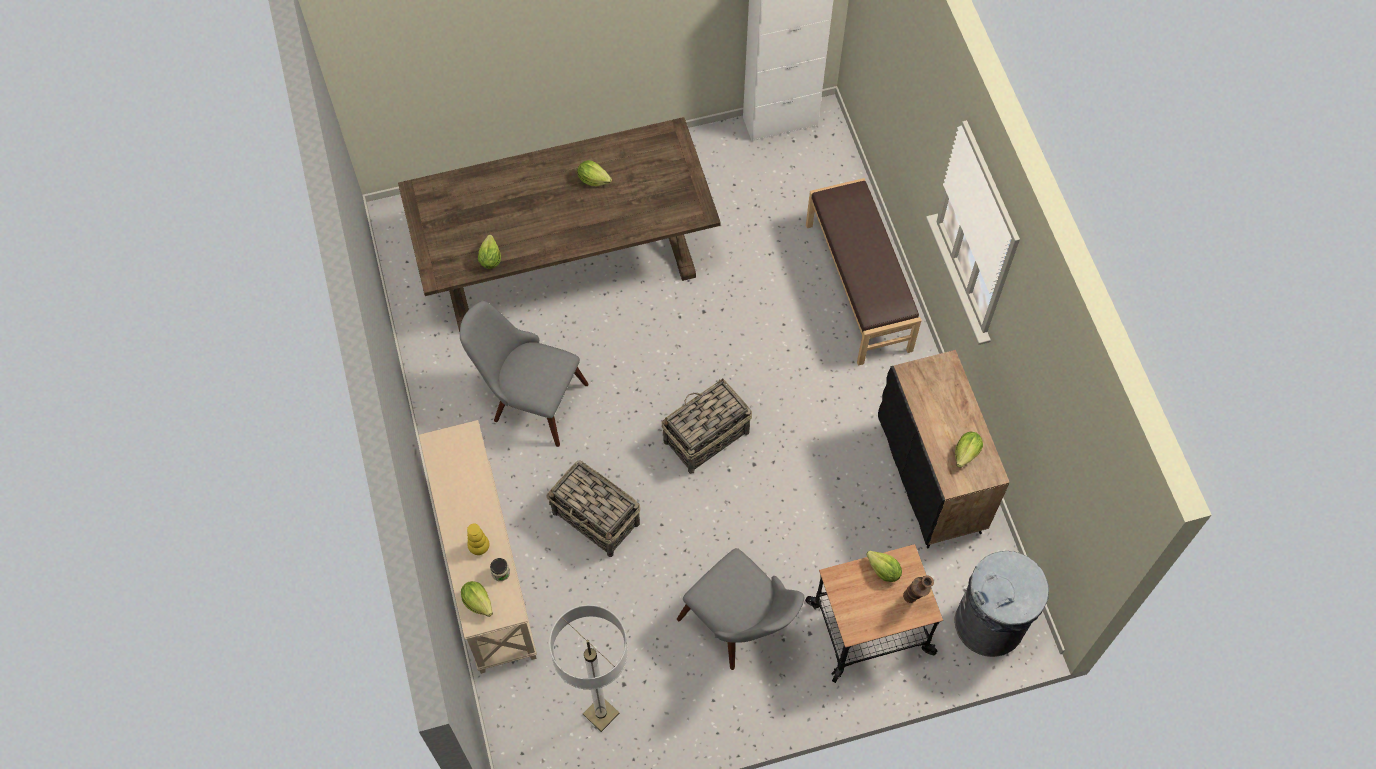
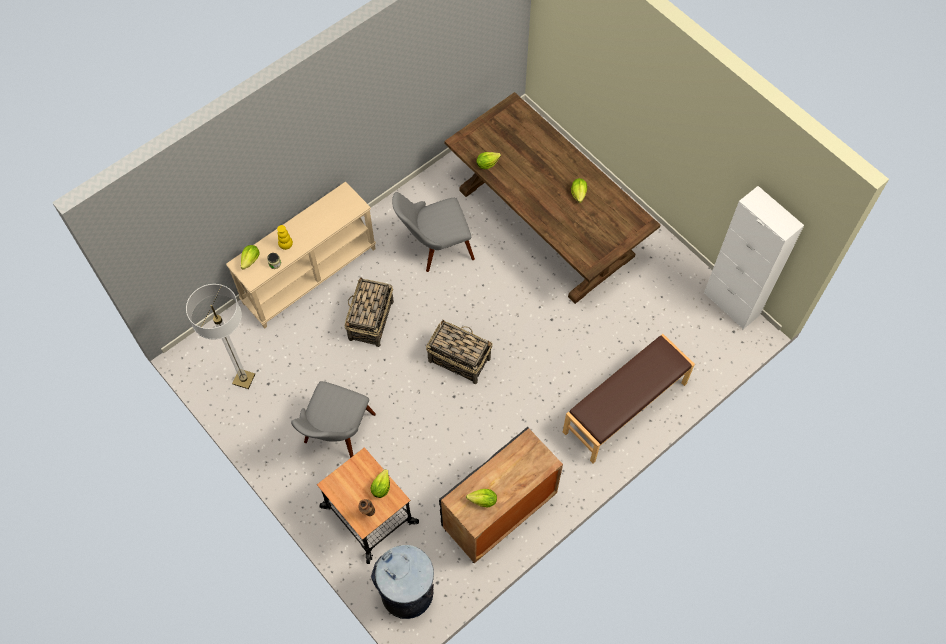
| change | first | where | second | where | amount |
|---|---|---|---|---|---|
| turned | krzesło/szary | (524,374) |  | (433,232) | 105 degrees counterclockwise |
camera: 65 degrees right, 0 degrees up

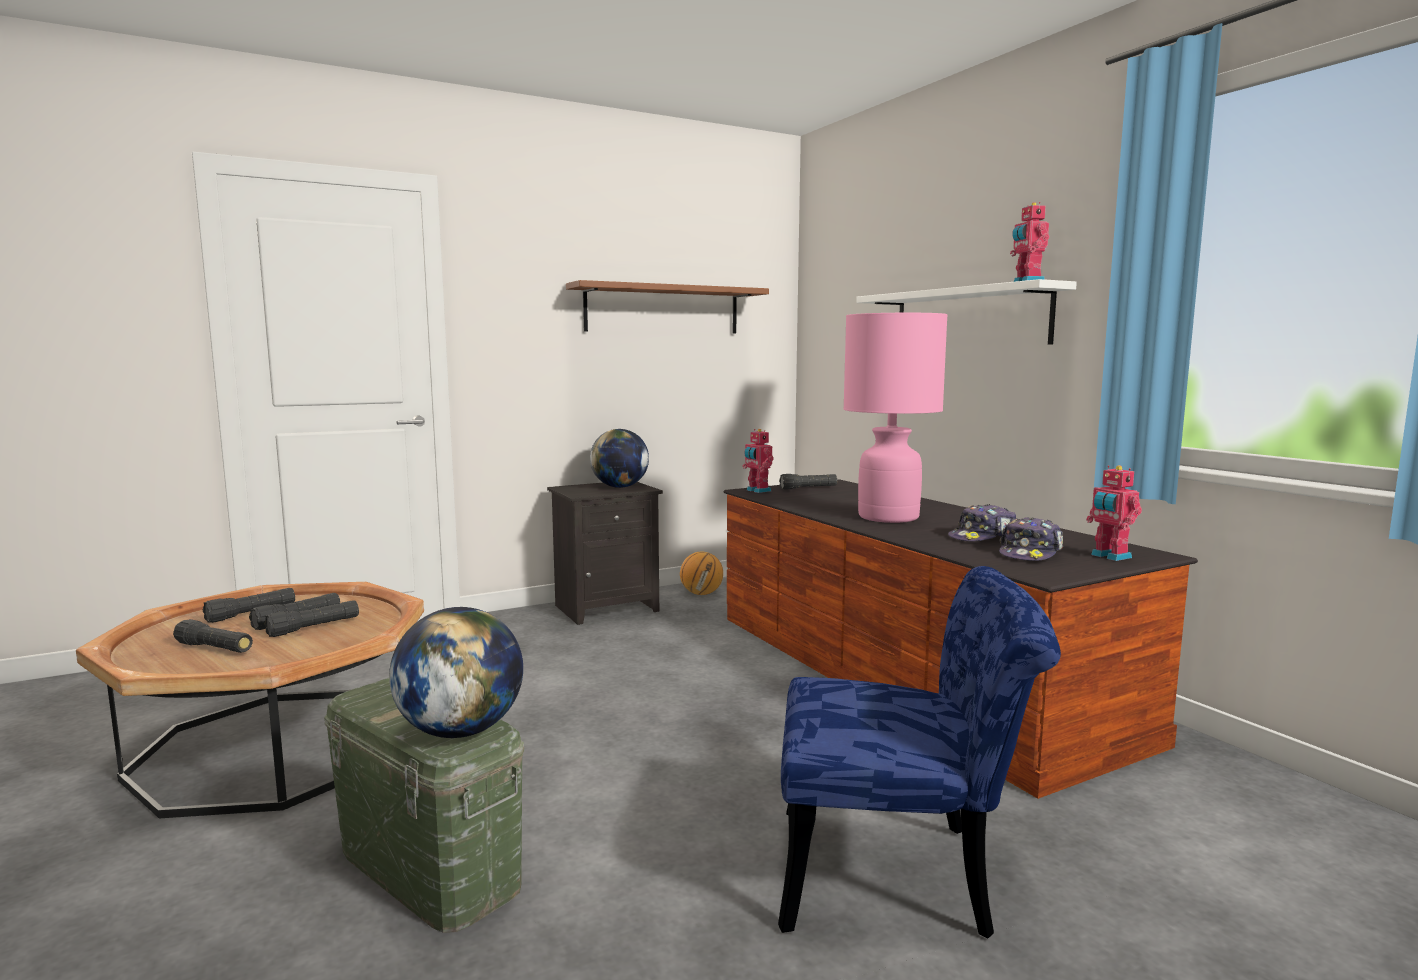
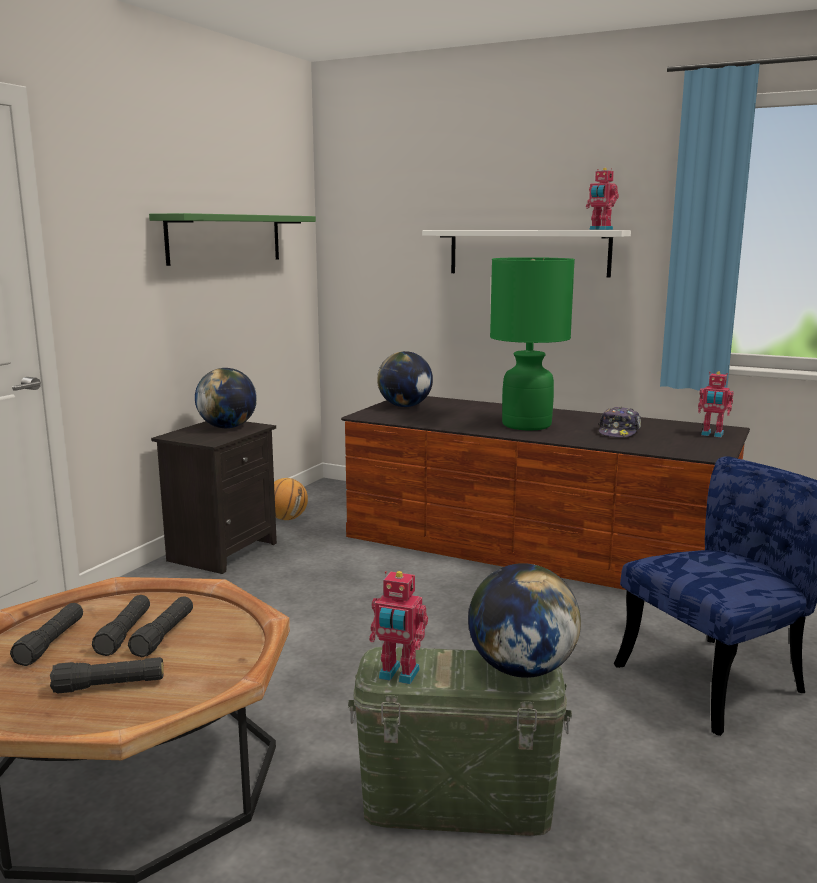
| change | first | where | second | where | amount |
|---|---|---|---|---|---|
| recoloured | półka/brązowy | (667,306) | półka/zielony | (232,239) |  |
| moved | robot zabawkowy | (758,461) |  | (398,627) |  |
| replaced | latarka/czarny | (808,482) | globus | (405,379) |  |
| recoloured | lampa stołowa/różowy | (895,418) | lampa stołowa/zielony | (532,343) |  |
| removed | czapka z daszkiem | (1031,539) |  |  |  |
camera: 35 degrees left, 5 degrees up

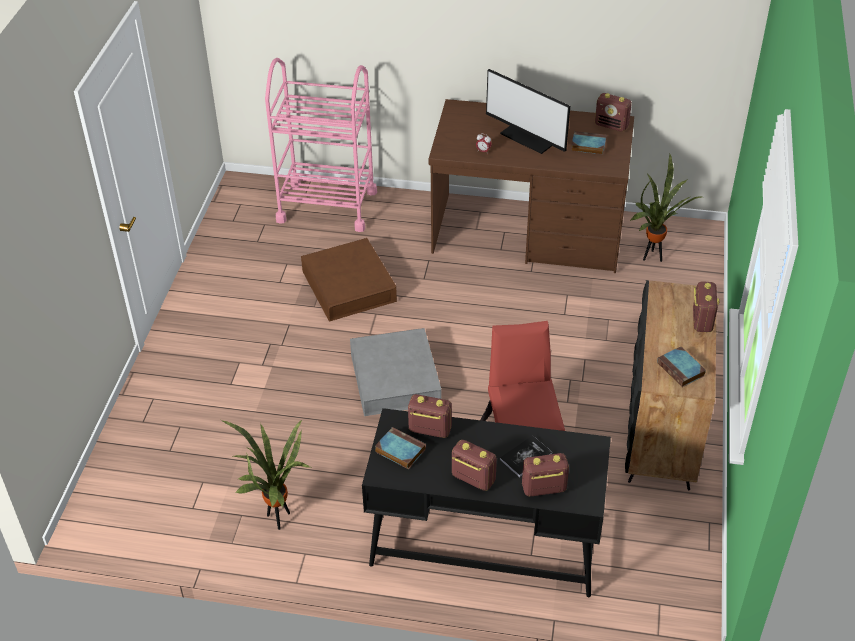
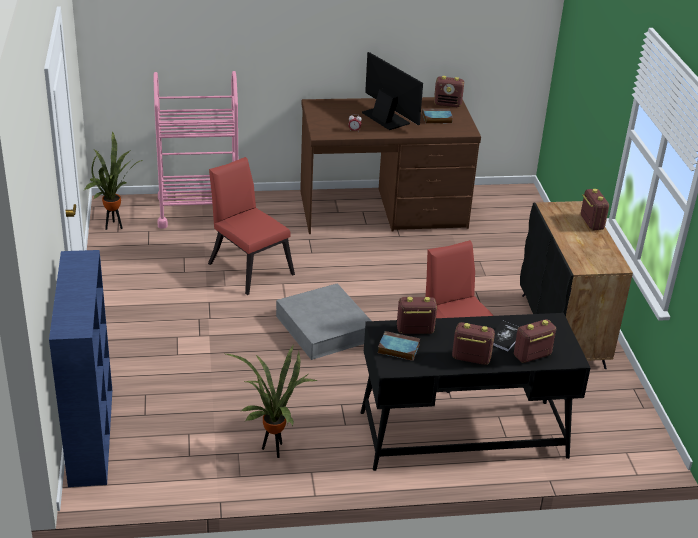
| change | first | where | second | where | amount |
|---|---|---|---|---|---|
| replaced | pojemnik do przechowywania/brązowy | (349,280) | krzesło/czerwony | (251,226) |  |
| turned | monitor | (528,111) |  | (392,91) | 150 degrees counterclockwise |
| moved | roślina doniczkowa | (665,208) |  | (114,180) |  |
| removed | książka | (681,367) |  |  |  |
| added |  |  | regał/niebieski | (80,368) |  |
camera: 20 degrees left, 10 degrees down

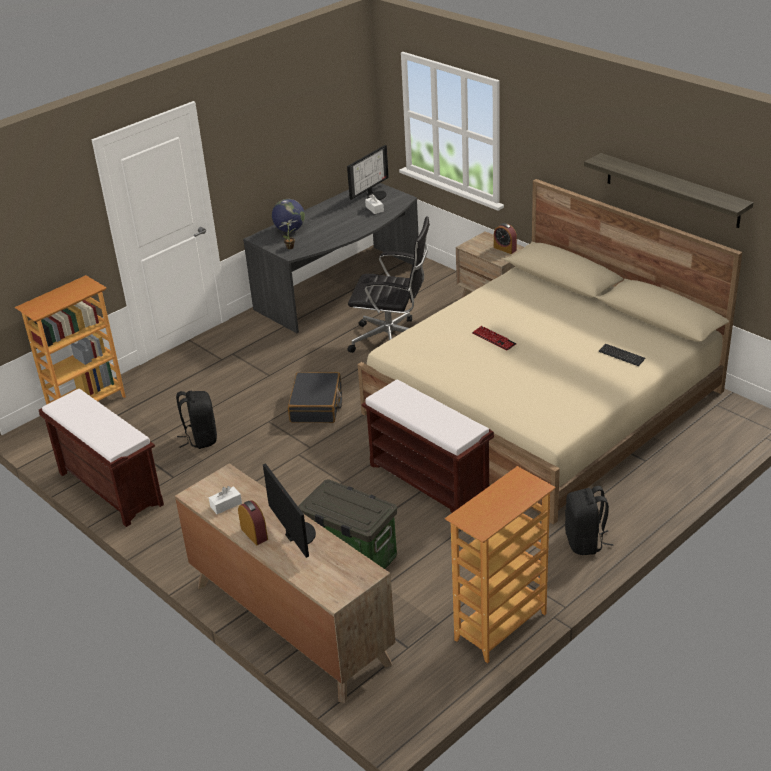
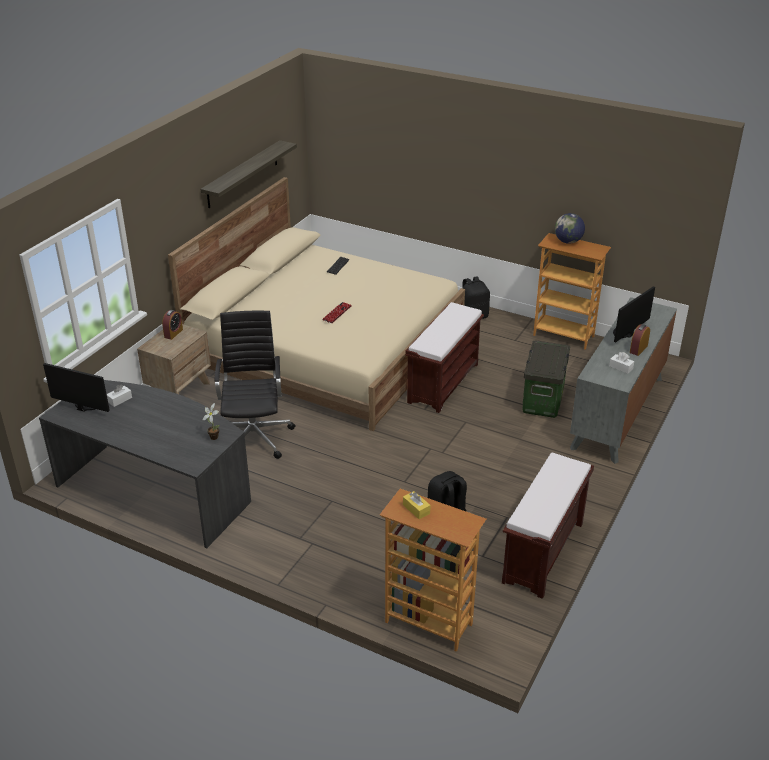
| change | first | where | second | where | amount |
|---|---|---|---|---|---|
| recoloured | komoda/brązowy | (285,583) | komoda/szary | (623,380) |  |
| moved | globus | (288,215) |  | (570,228) |  |
| removed | walizka/czarny | (315,397) |  |  |  |
| added |  |  | pudełko chusteczek/żółty | (417,505) |  |
camera: 110 degrees left, 0 degrees up

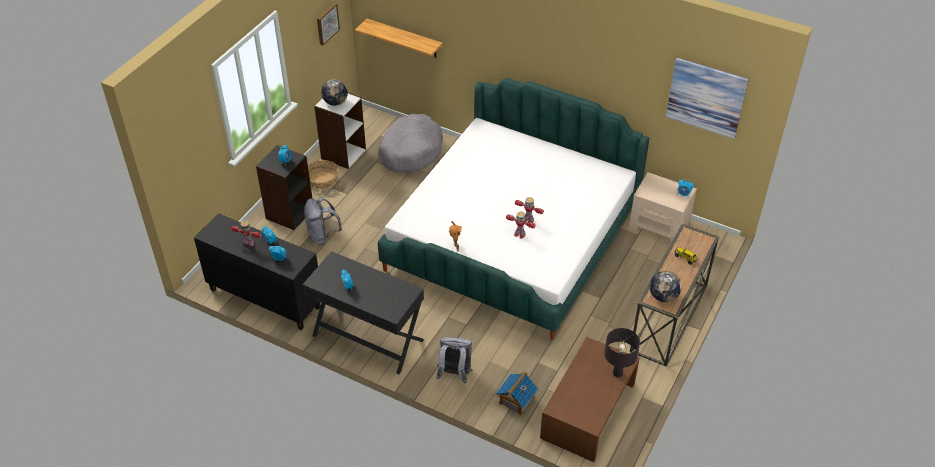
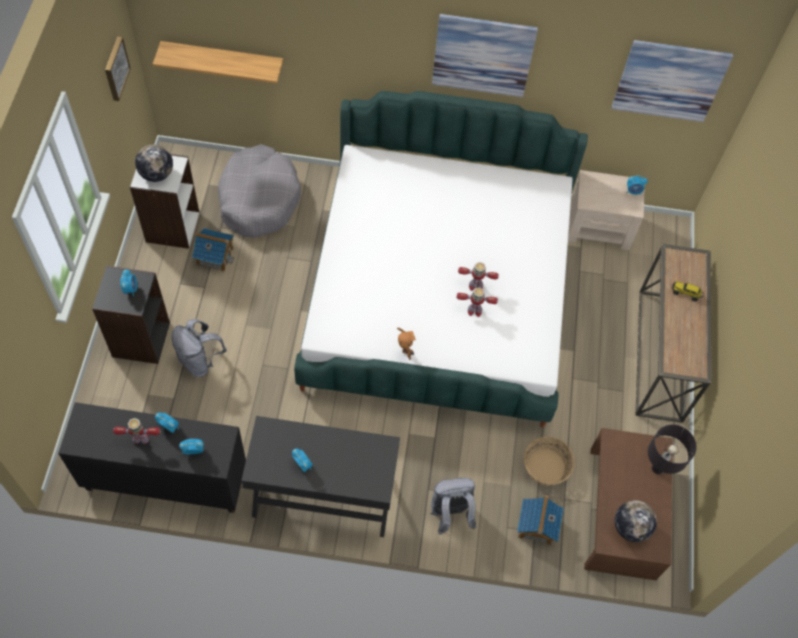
| change | first | where | second | where | amount |
|---|---|---|---|---|---|
| moved | koszyk | (323,174) |  | (549,460) |  |
| moved | globus | (666,286) |  | (636,521) |  |
| added |  |  | domek | (213,250) |  |
| added |  |  | obraz | (485,55) |  |
camera: 25 degrees left, 15 degrees up

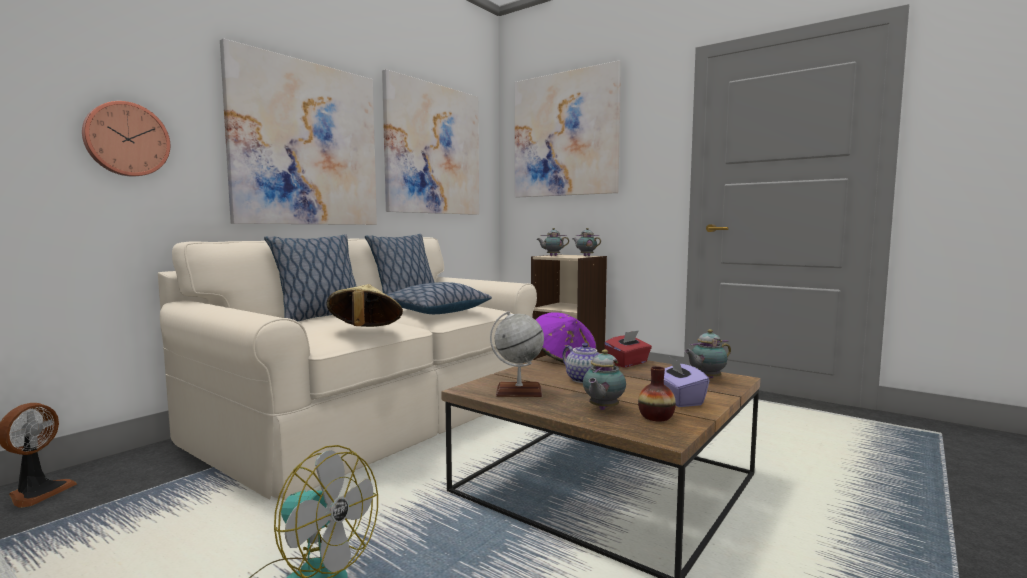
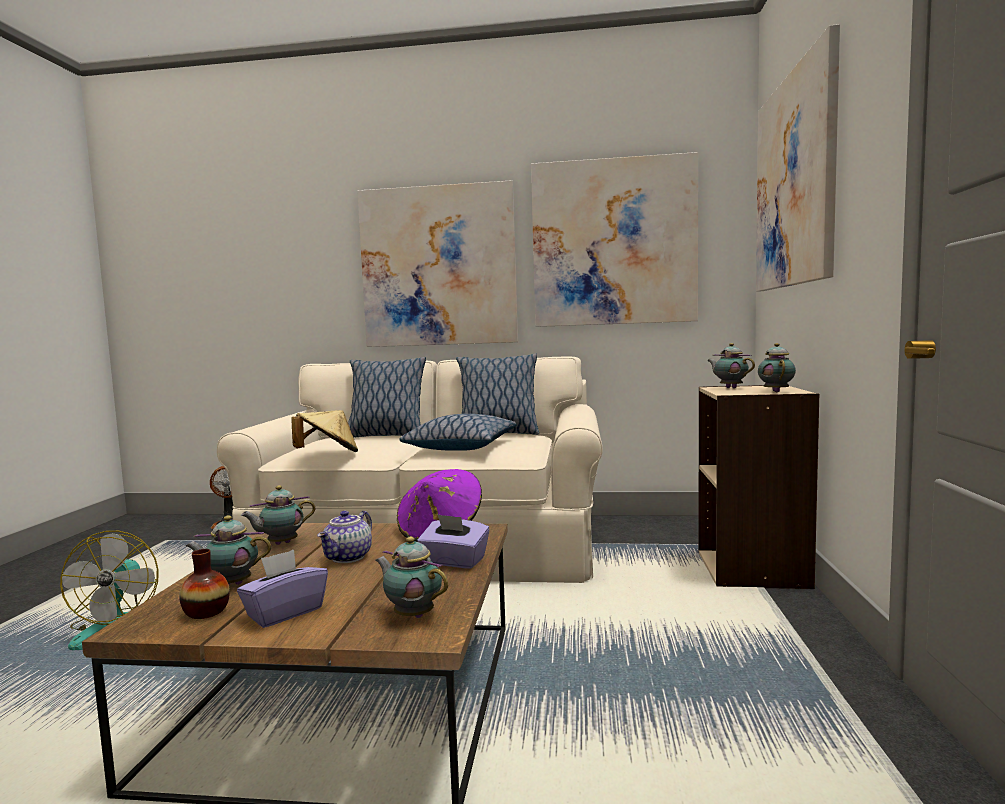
| change | first | where | second | where | amount |
|---|---|---|---|---|---|
| removed | zegar ścienny | (126,139) |  |  |  |
| replaced | globus | (517,354) | imbryk | (278,515) |  |
| recoloured | pudełko chusteczek/czerwony | (628,349) | pudełko chusteczek/fioletowy | (453,541) |  |
camera: 60 degrees right, 0 degrees up

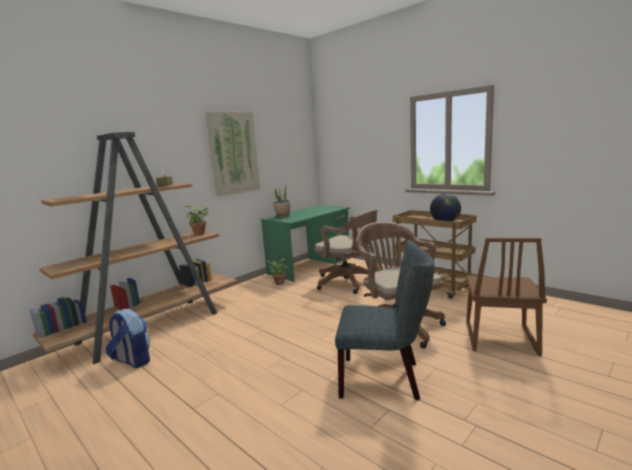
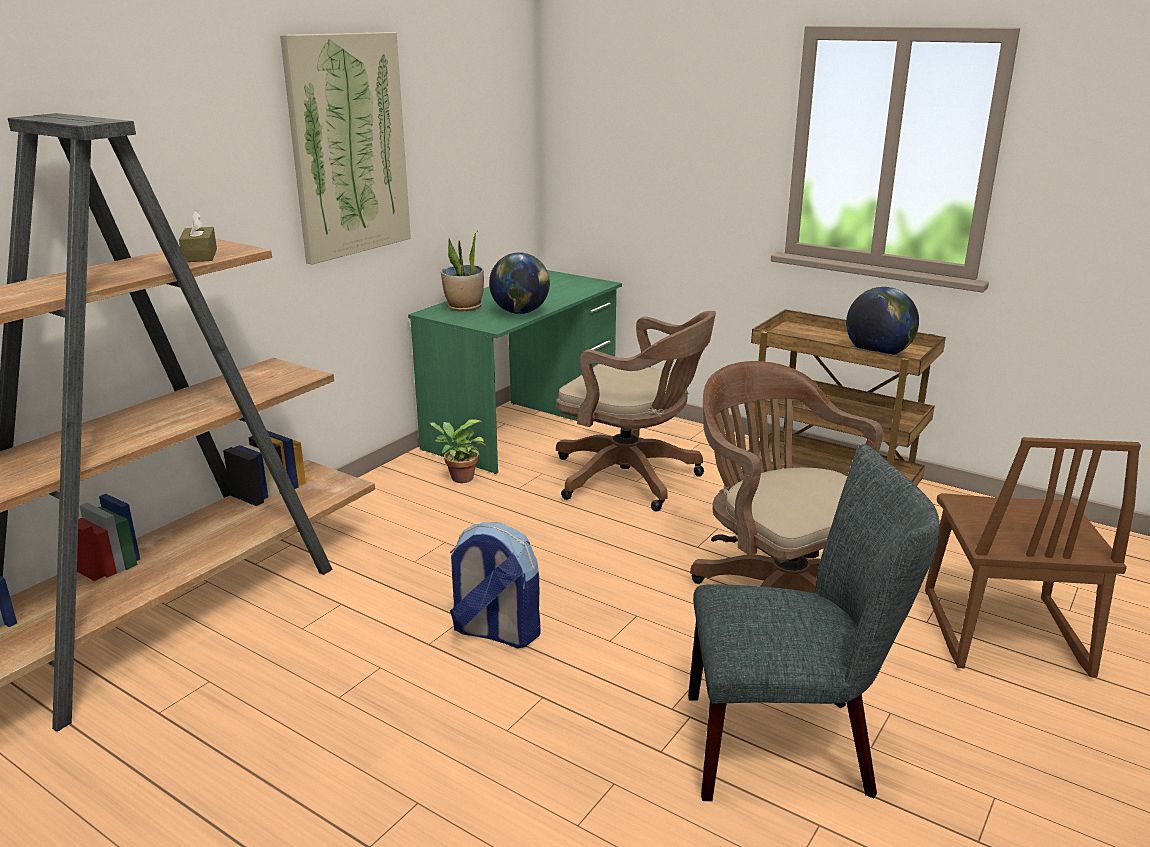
| change | first | where | second | where | amount |
|---|---|---|---|---|---|
| moved | plecak | (128,338) |  | (495,585) |  |
| removed | roślina doniczkowa | (197,220) |  |  |  |
| added |  |  | globus | (519,283) |  |
camera: 10 degrees left, 10 degrees up

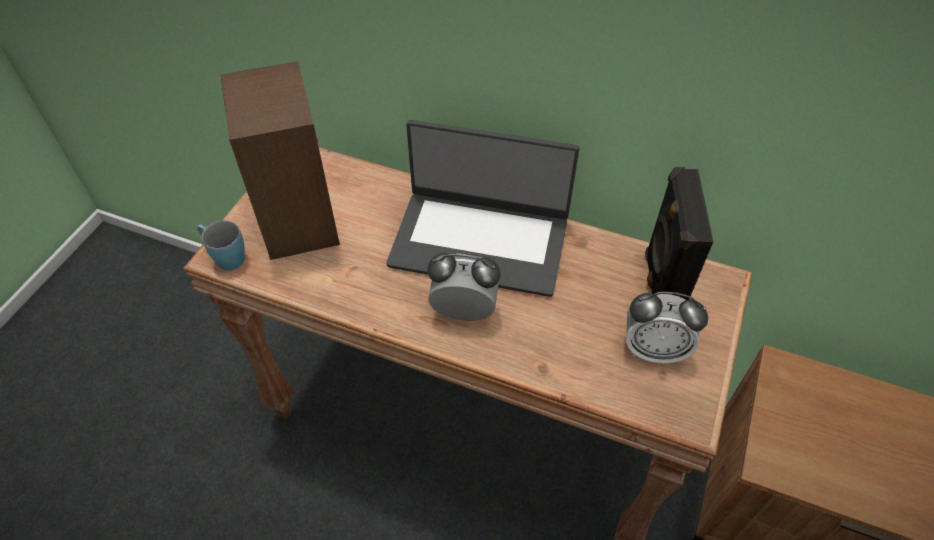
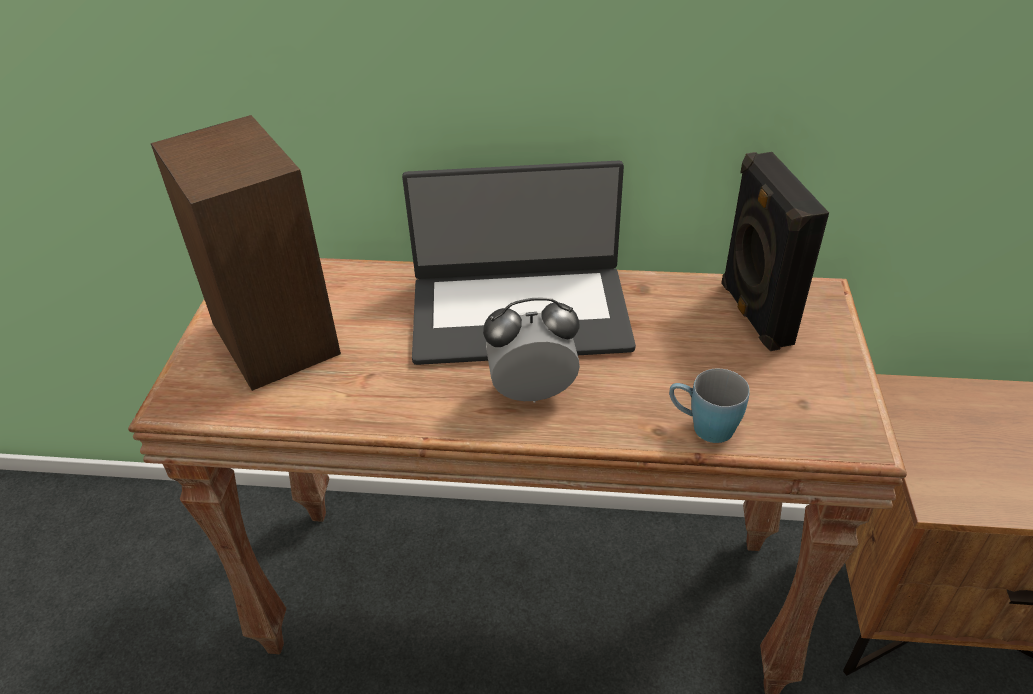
| change | first | where | second | where | amount |
|---|---|---|---|---|---|
| moved | kubek/niebieski | (221,245) |  | (709,406) |  |
| removed | budzik | (667,327) |  |  |  |
camera: 15 degrees left, 10 degrees down

